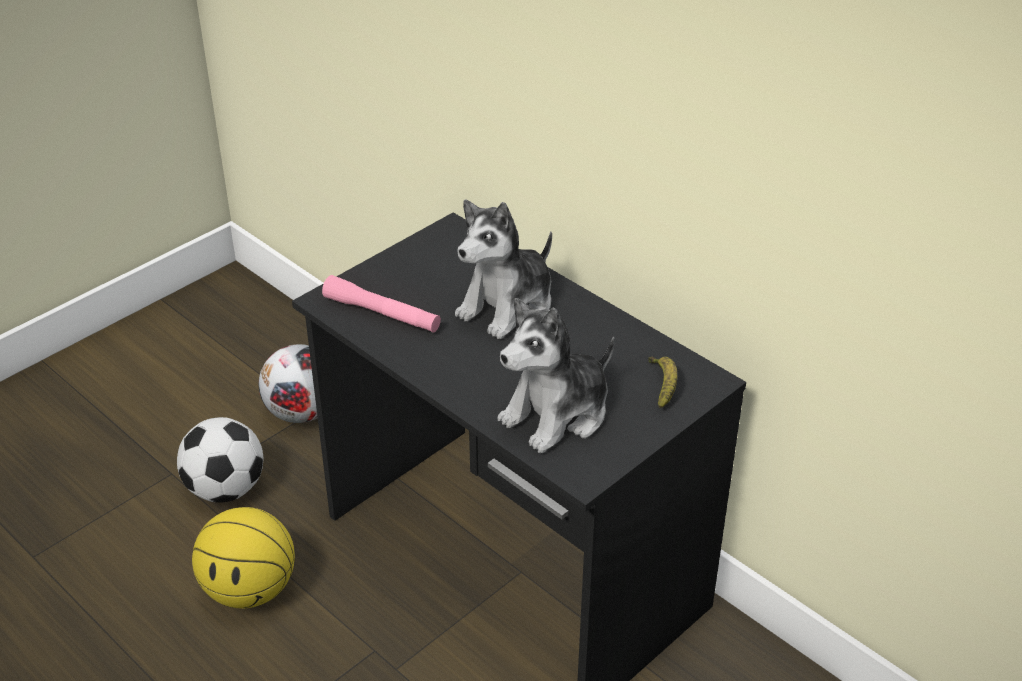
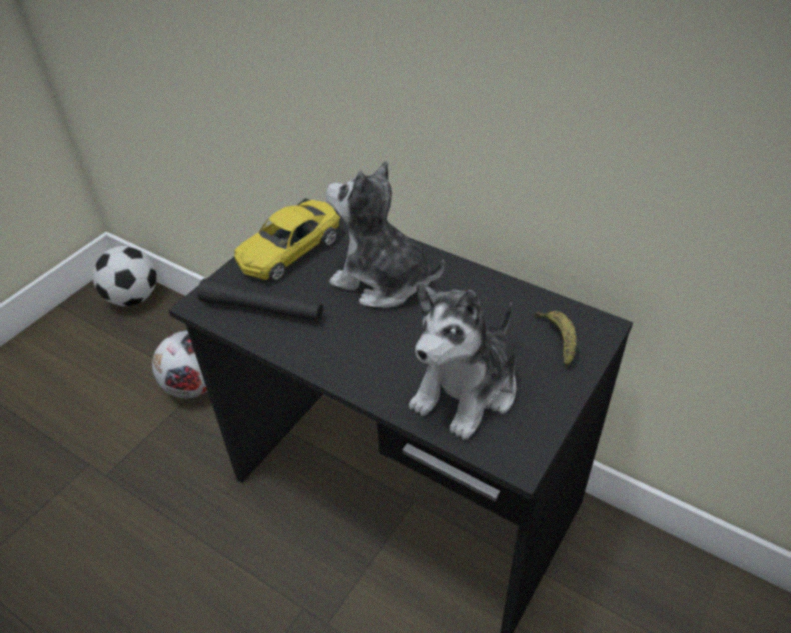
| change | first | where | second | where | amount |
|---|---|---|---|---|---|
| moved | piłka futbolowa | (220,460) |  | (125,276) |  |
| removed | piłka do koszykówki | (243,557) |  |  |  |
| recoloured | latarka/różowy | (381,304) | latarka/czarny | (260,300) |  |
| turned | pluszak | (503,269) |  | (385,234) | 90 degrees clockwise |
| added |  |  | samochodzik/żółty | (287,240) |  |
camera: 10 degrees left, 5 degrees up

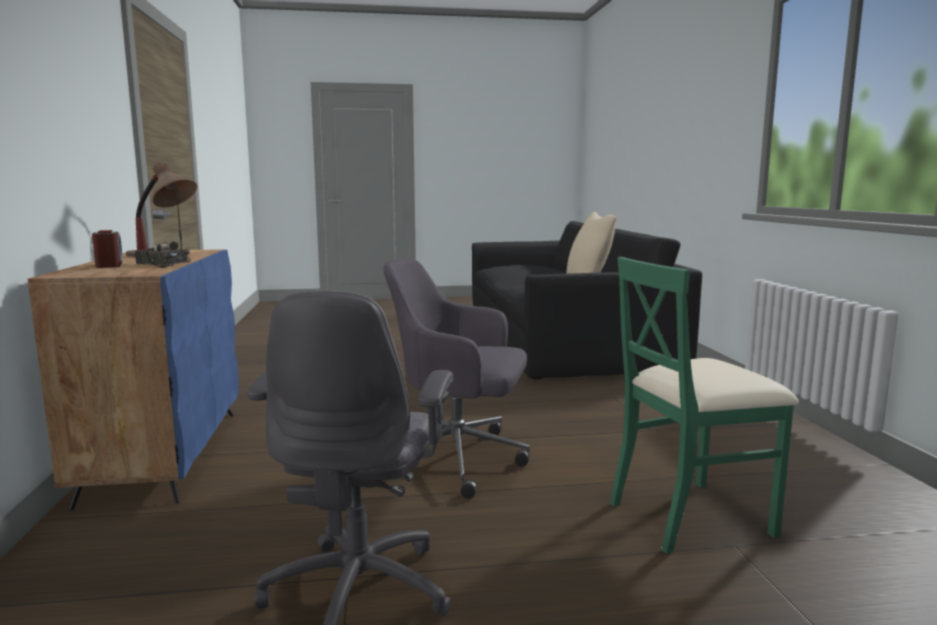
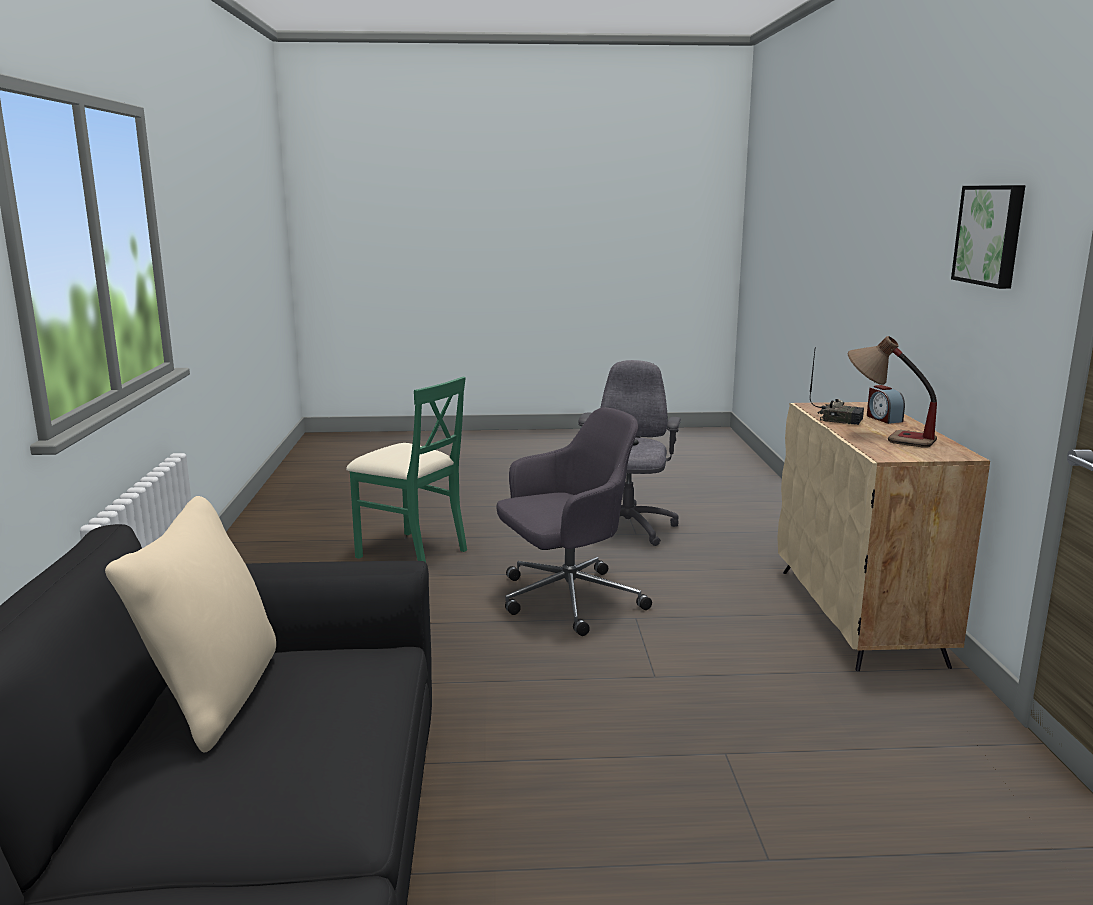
| change | first | where | second | where | amount |
|---|---|---|---|---|---|
| recoloured | szafka/niebieski | (133,380) | szafka/beżowy | (883,537) |  |
| turned | krzesło biurowe/szary | (457,378) |  | (574,521) | 45 degrees counterclockwise |
| turned | krzesło/zielony | (704,405) |  | (406,469) | 45 degrees clockwise |
| added |  |  | obraz | (988,237) |  |
camera: 175 degrees left, 5 degrees up

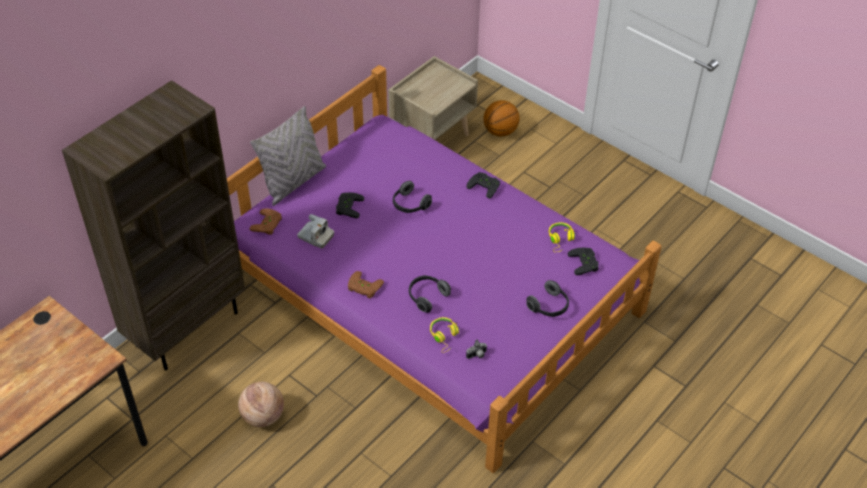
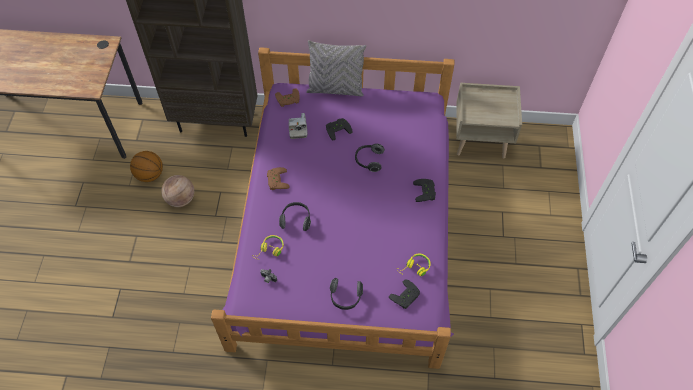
| change | first | where | second | where | amount |
|---|---|---|---|---|---|
| moved | piłka do koszykówki | (501,118) |  | (146,166) |  |
camera: 55 degrees right, 10 degrees up

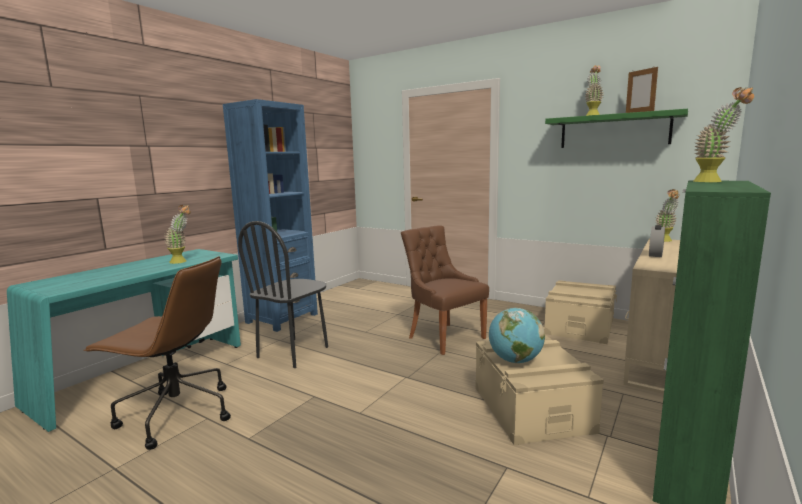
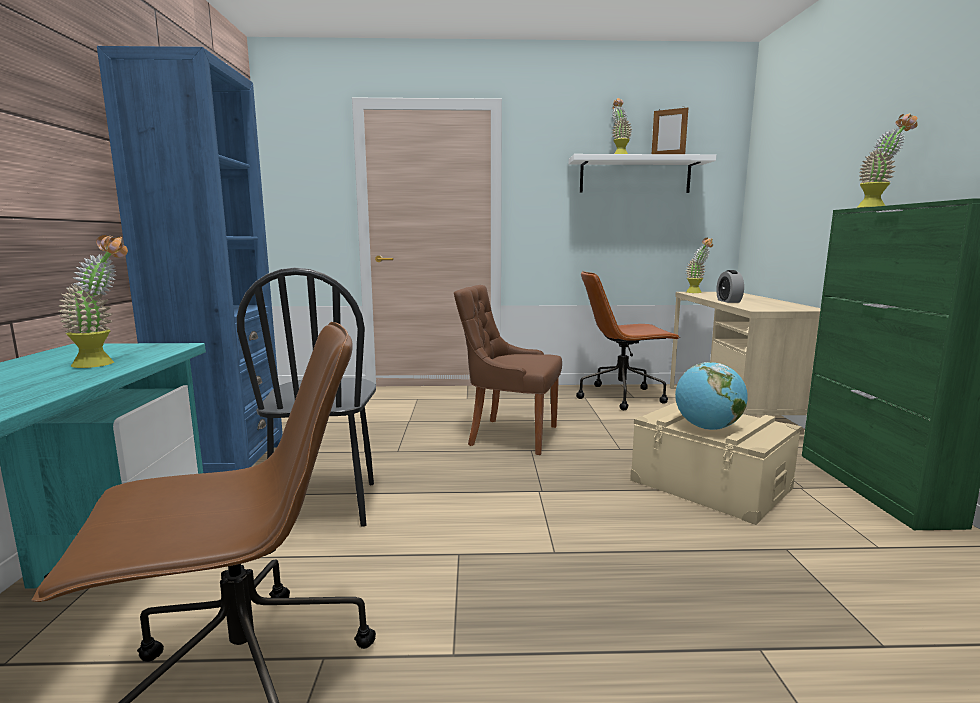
| change | first | where | second | where | amount |
|---|---|---|---|---|---|
| replaced | pojemnik do przechowywania/beżowy | (580,312) | krzesło biurowe/brązowy | (628,340) |  |
| recoloured | półka/zielony | (616,128) | półka/biały | (642,173) |  |
camera: 35 degrees left, 0 degrees up

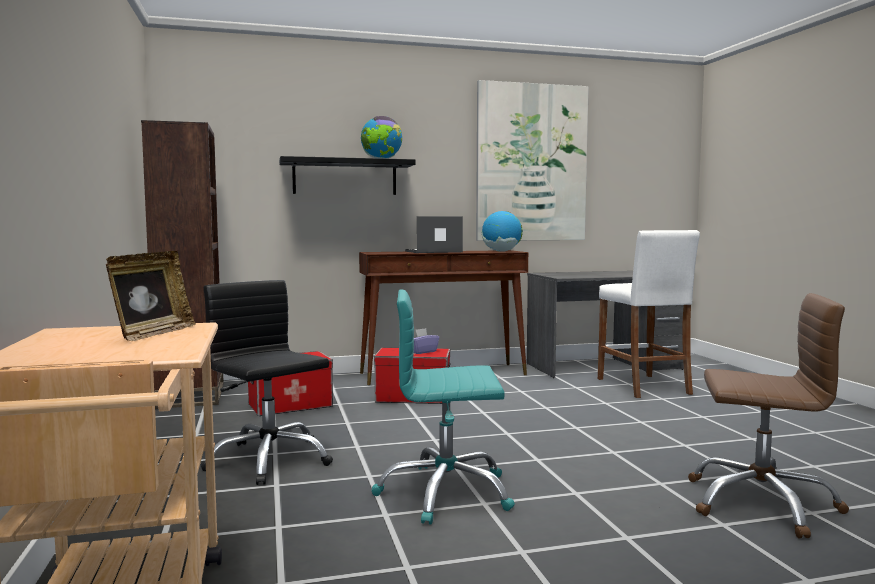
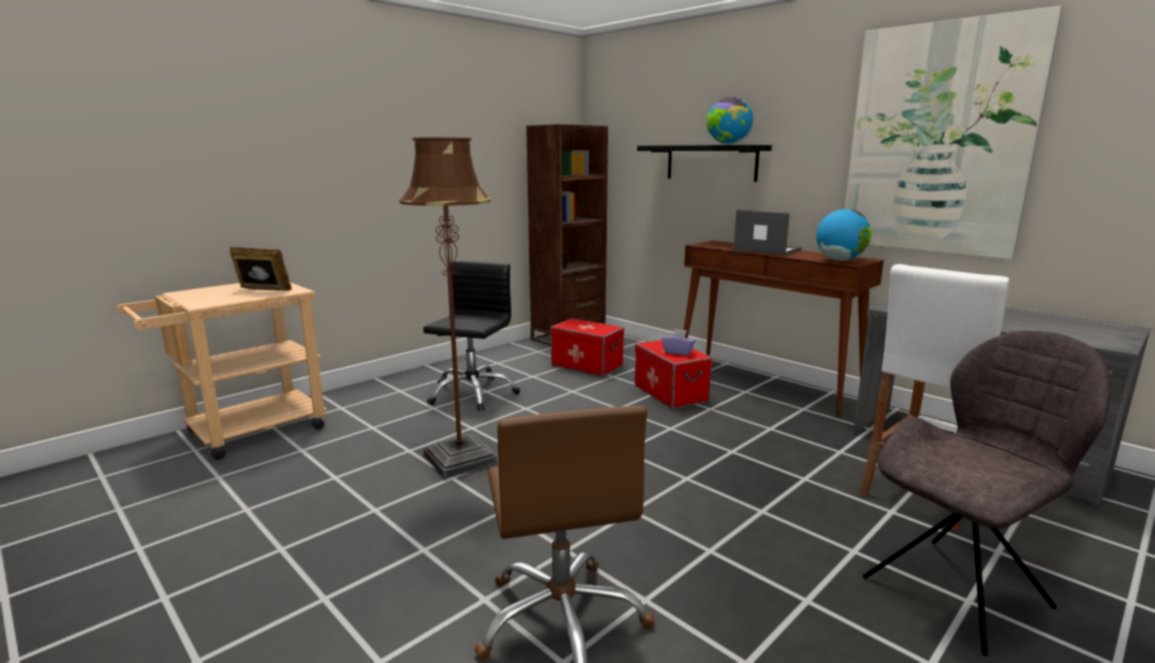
| change | first | where | second | where | amount |
|---|---|---|---|---|---|
| turned | ramka na zdjęcie | (151,296) |  | (261,269) | 150 degrees counterclockwise |
| replaced | krzesło biurowe/turkusowy | (443,406) | lampa stojąca/brązowy | (448,308) |  |
| added |  |  | krzesło/szary | (987,493) |  |
camera: 60 degrees right, 10 degrees up

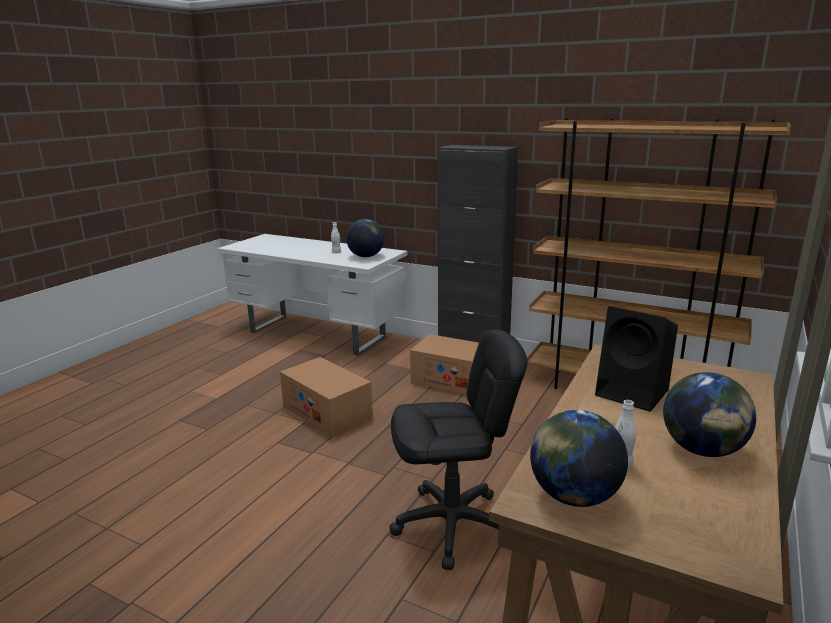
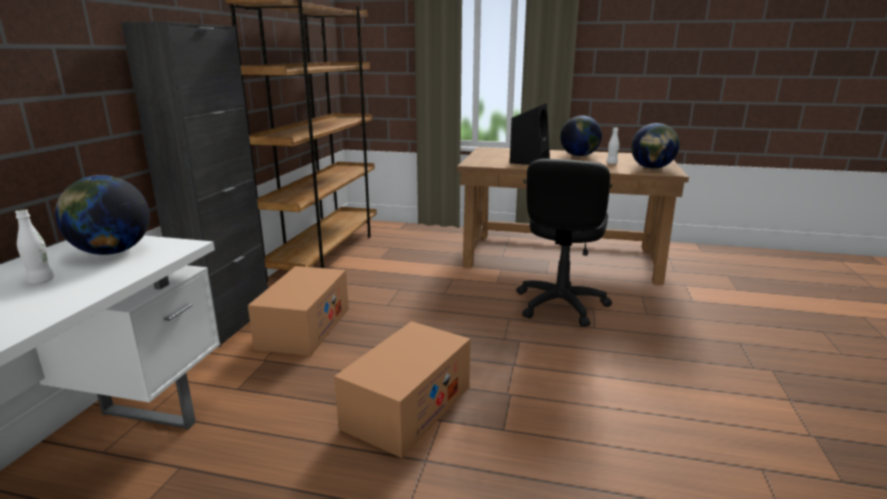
| change | first | where | second | where | amount |
|---|---|---|---|---|---|
| turned | krzesło biurowe/czarny | (458,449) |  | (564,243) | 135 degrees counterclockwise |
camera: 105 degrees left, 0 degrees up

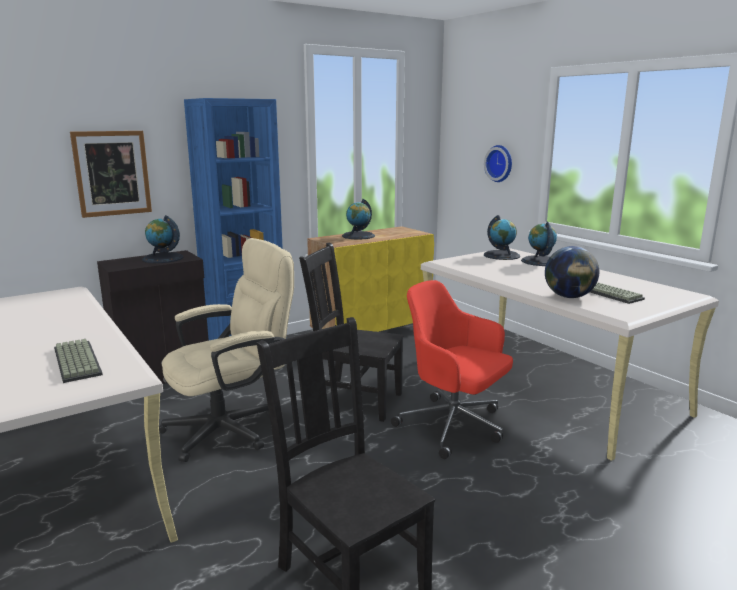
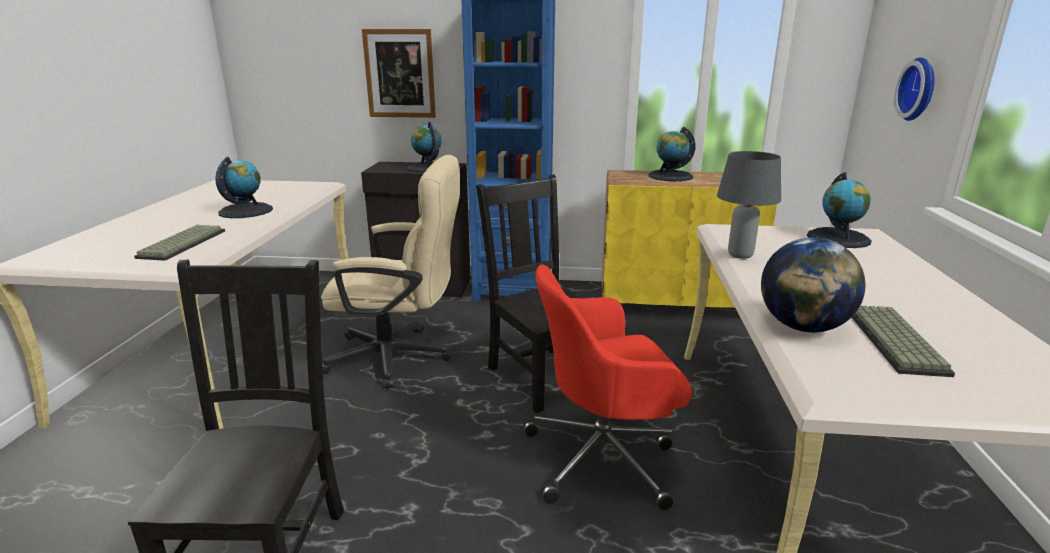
| change | first | where | second | where | amount |
|---|---|---|---|---|---|
| turned | krzesło biurowe/czerwony | (452,369) |  | (607,387) | 90 degrees counterclockwise |
| moved | globus | (539,243) |  | (244,187) |  |
| added |  |  | lampa stołowa/szary | (749,205) |  |
camera: 40 degrees right, 5 degrees up

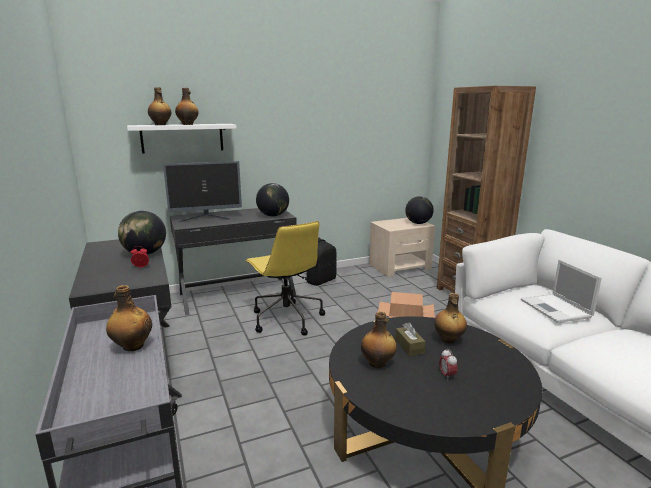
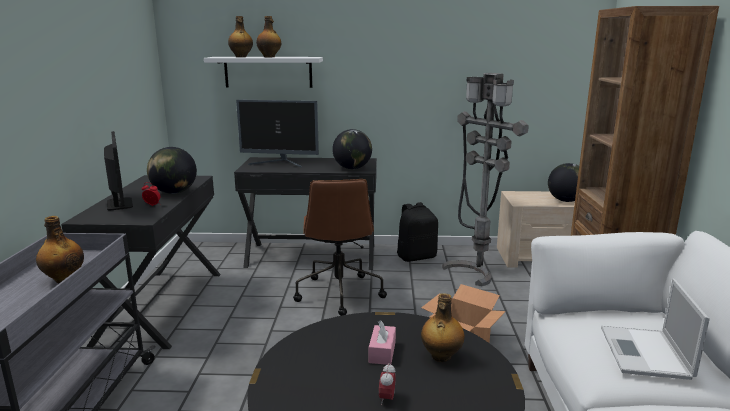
| change | first | where | second | where | amount |
|---|---|---|---|---|---|
| recoloured | krzesło biurowe/żółty | (285,278) | krzesło biurowe/brązowy | (340,247) |  |
| removed | butelka | (379,340) |  |  |  |
| recoloured | pudełko chusteczek/brązowy | (411,339) | pudełko chusteczek/różowy | (382,342) |  |
| added |  |  | monitor | (118,170) |  |
| added |  |  | lampa stojąca/szary | (485,179) |  |
camera: 25 degrees right, 0 degrees up

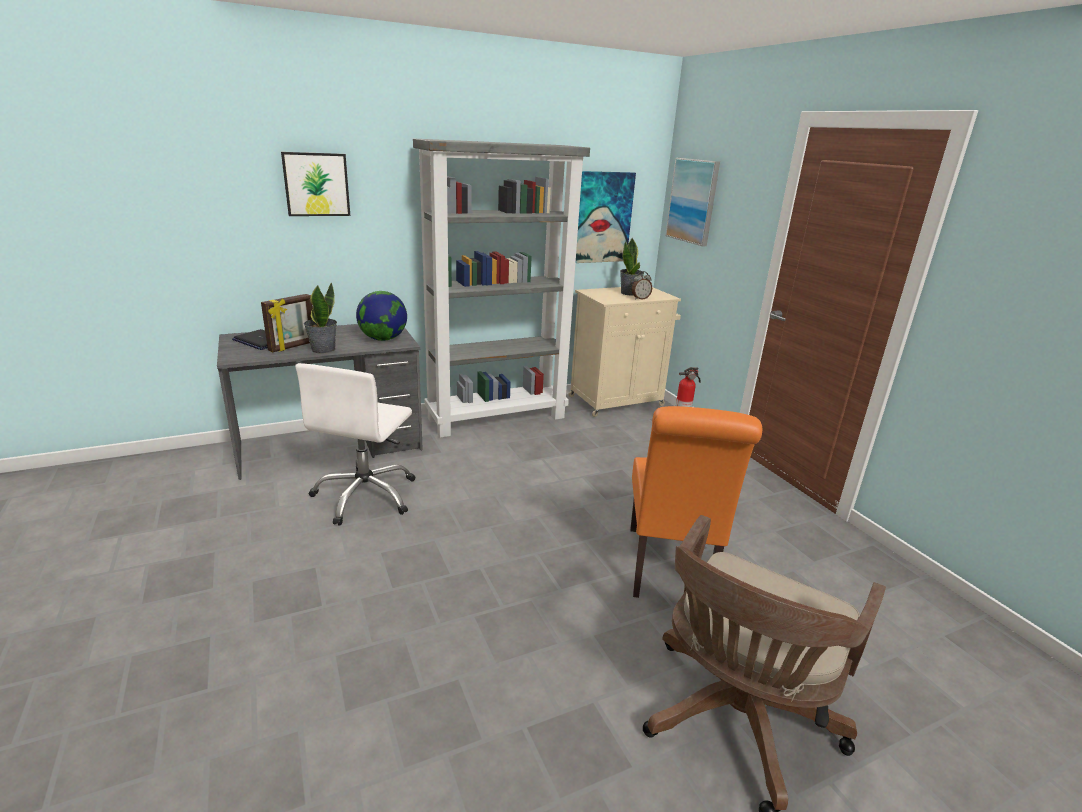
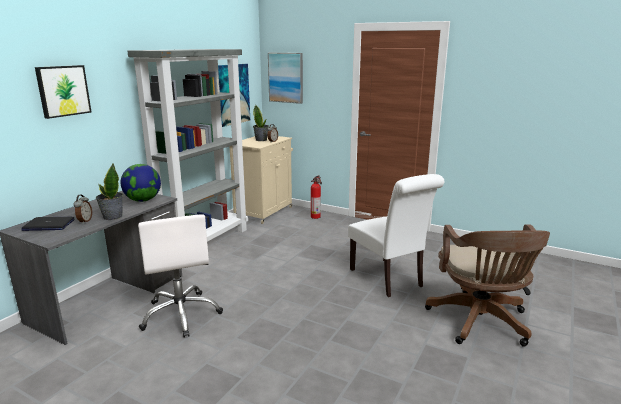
| change | first | where | second | where | amount |
|---|---|---|---|---|---|
| replaced | ramka na zdjęcie | (287,323) | budzik | (82,209) |  |
| recoloured | krzesło/pomarańczowy | (696,502) | krzesło/biały | (396,235) |  |
camera: 35 degrees left, 5 degrees down

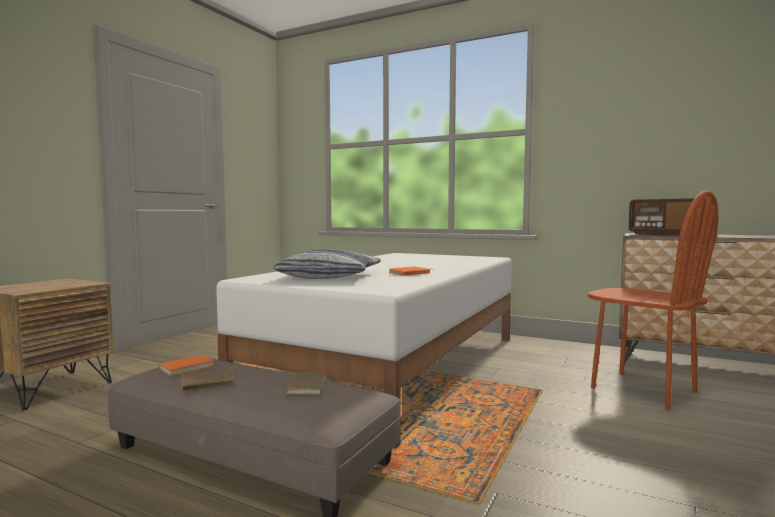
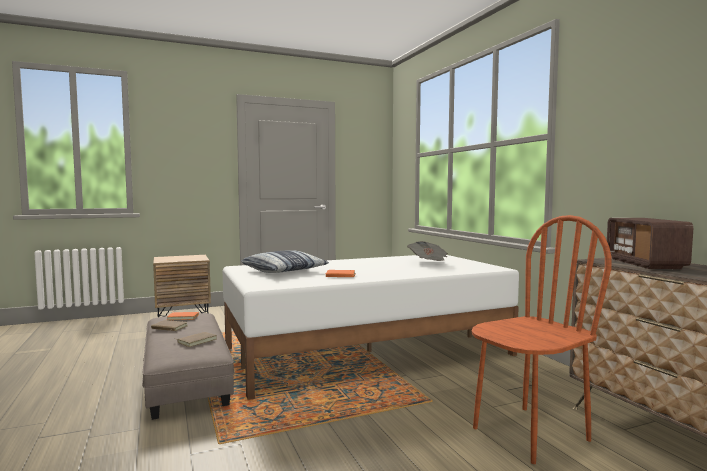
| change | first | where | second | where | amount |
|---|---|---|---|---|---|
| turned | krzesło/brązowy | (653,300) |  | (542,339) | 120 degrees counterclockwise |
| added |  |  | gazeta | (427,251) |  |
camera: 40 degrees right, 0 degrees up

